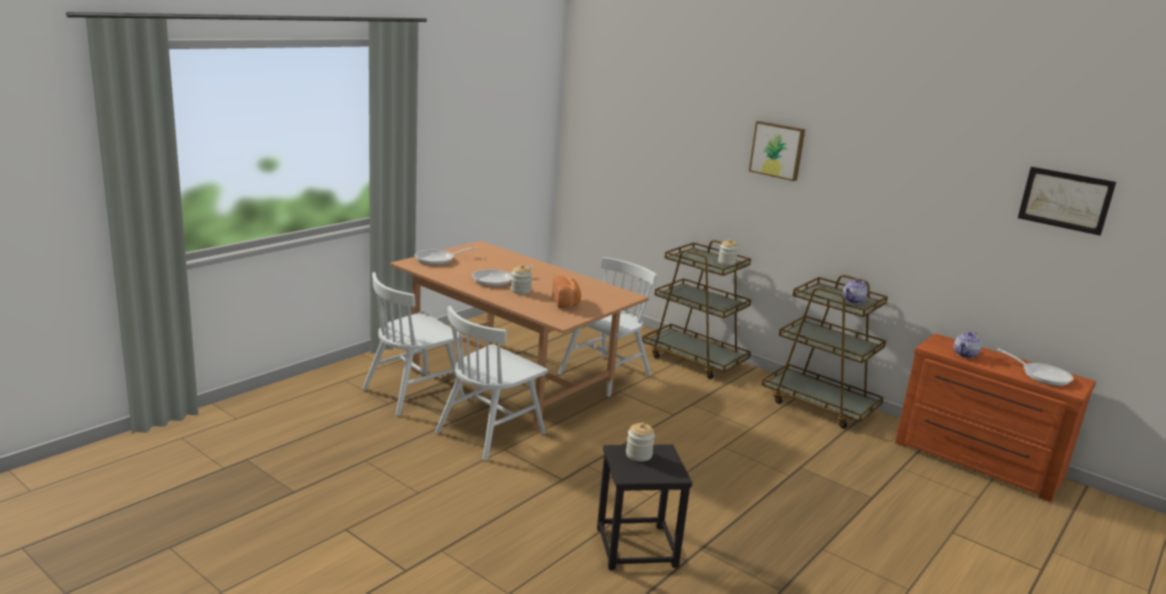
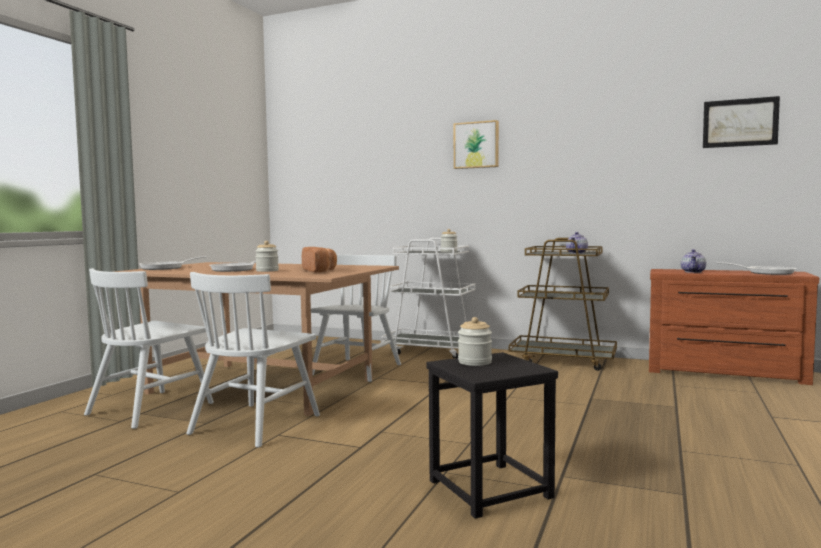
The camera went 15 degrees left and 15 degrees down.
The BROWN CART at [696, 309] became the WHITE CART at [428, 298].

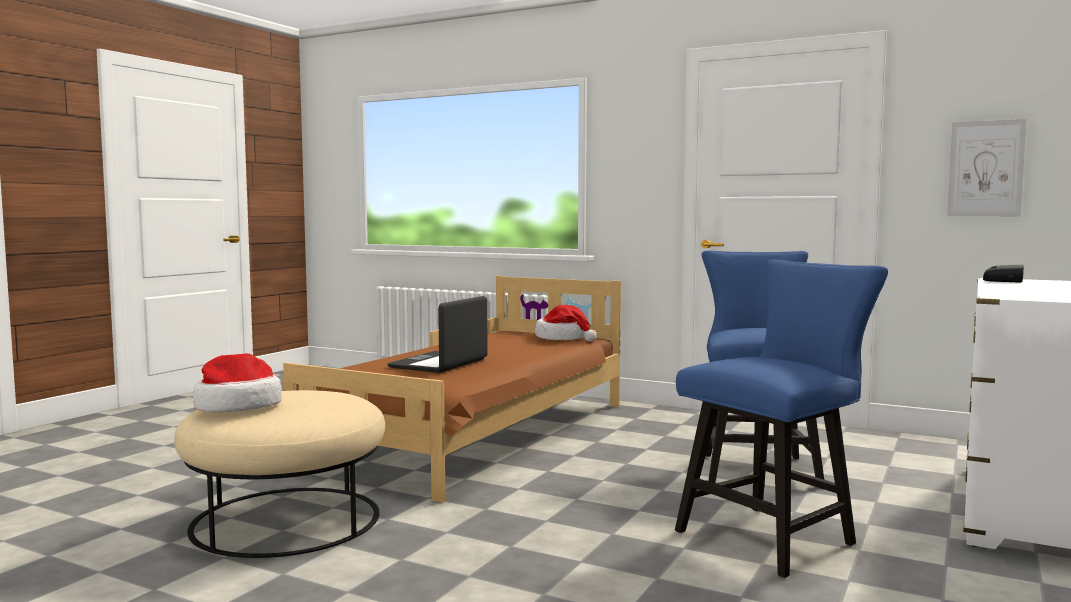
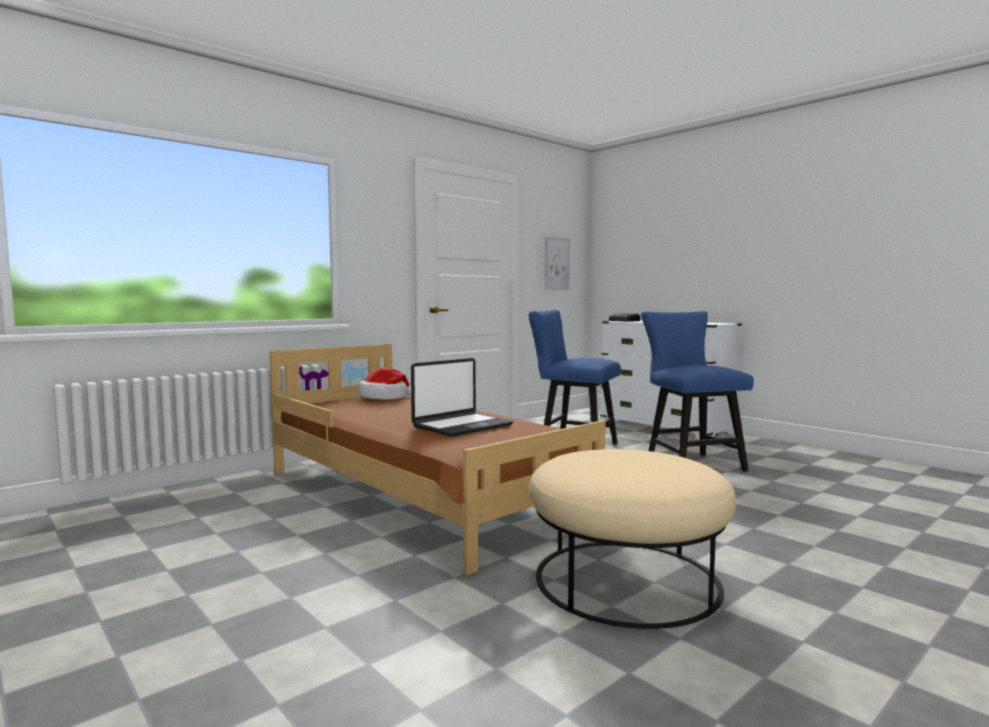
The camera went 70 degrees left and 0 degrees up.
The LAPTOP at [438, 334] turned 90 degrees counterclockwise.
The HAT at [237, 382] disappeared.

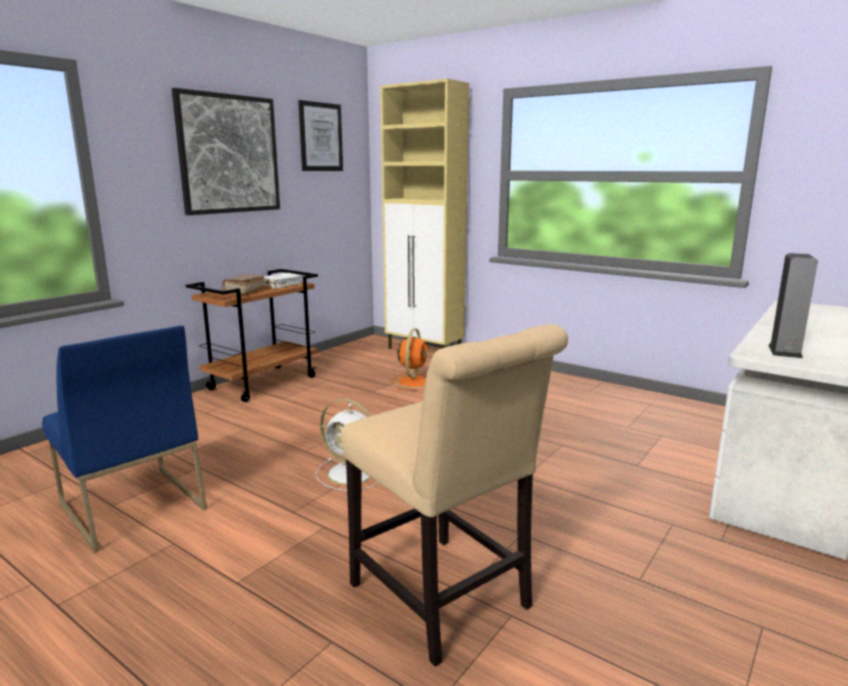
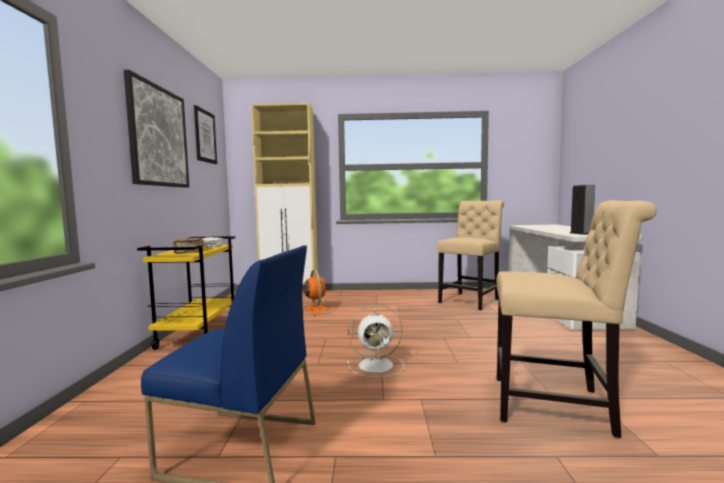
The camera went 35 degrees left and 10 degrees down.
The BROWN CART at [252, 335] became the YELLOW CART at [186, 292].
The BEIGE CHAIR at [470, 255] appeared.

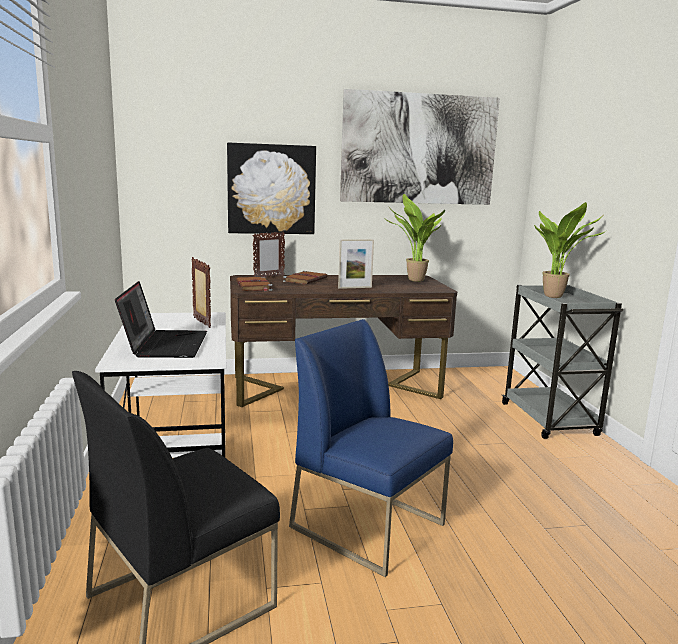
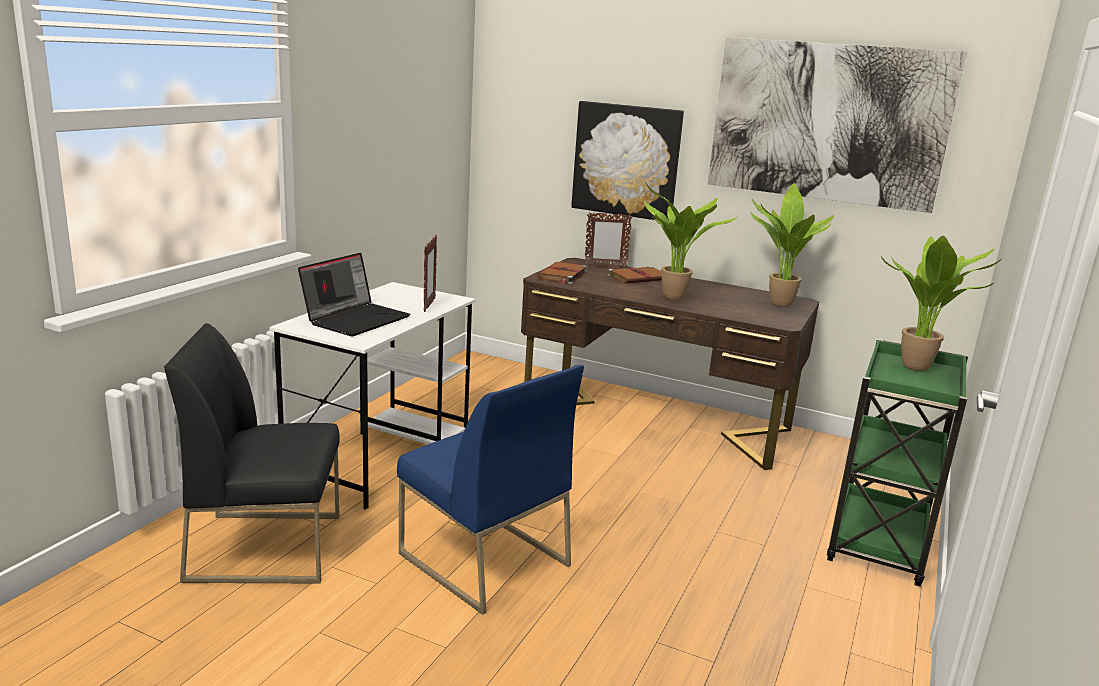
The camera went 35 degrees right and 5 degrees up.
The BLUE CHAIR at [371, 448] turned 150 degrees clockwise.
The PICTURE FRAME at [356, 264] was replaced by the POTTED PLANT at [690, 241].
The GREY CART at [562, 362] became the GREEN CART at [897, 463].

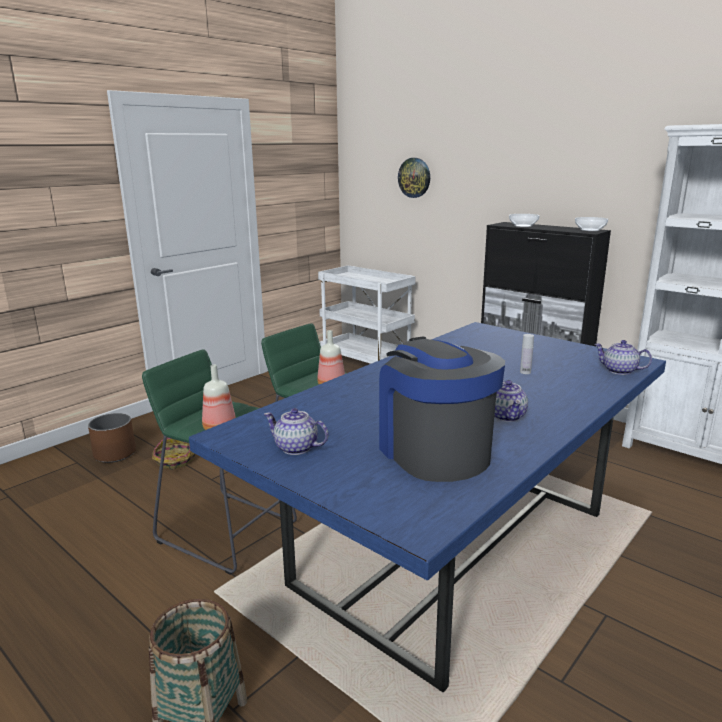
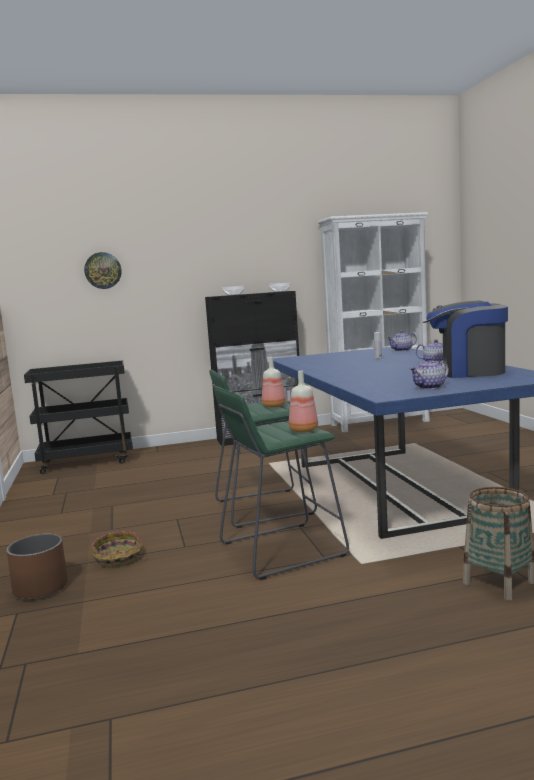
The camera went 55 degrees left and 10 degrees down.
The WHITE CART at [367, 314] became the BLACK CART at [78, 417].

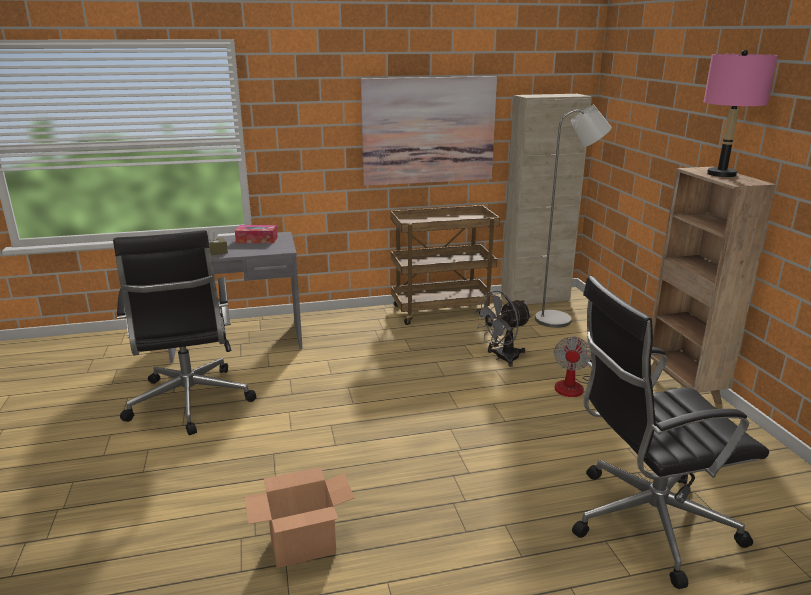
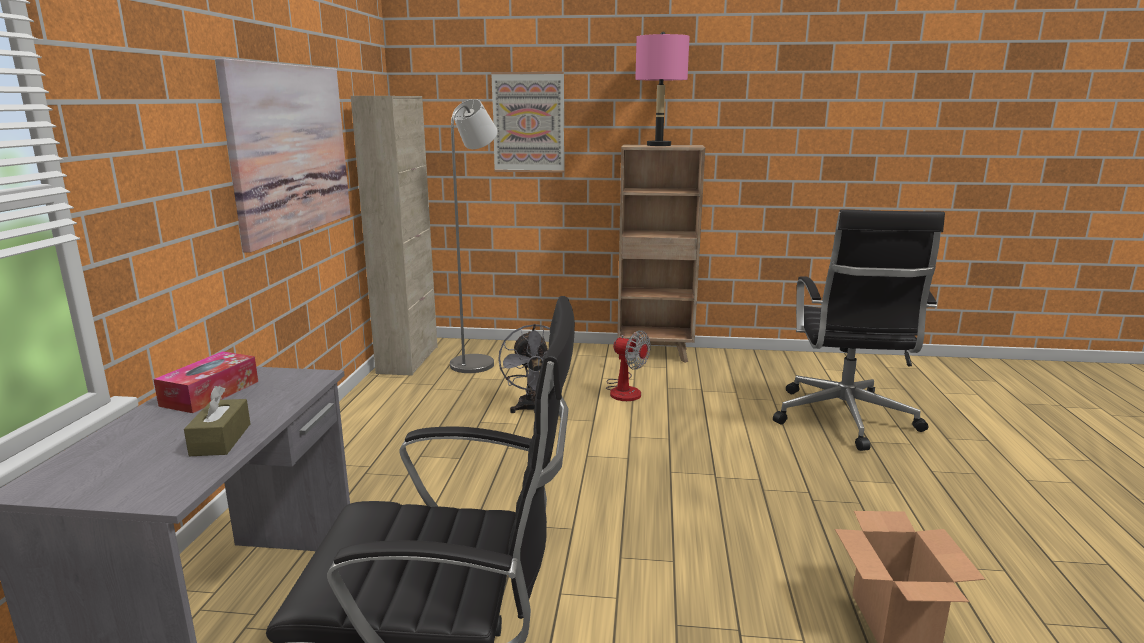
The camera went 70 degrees left and 5 degrees down.
The PICTURE at [527, 122] appeared.
The BROWN CART at [445, 265] disappeared.

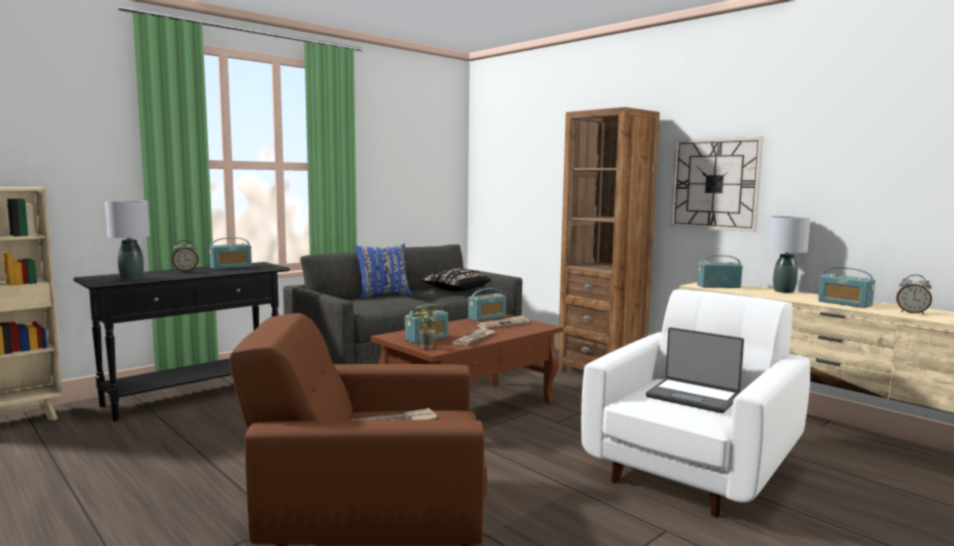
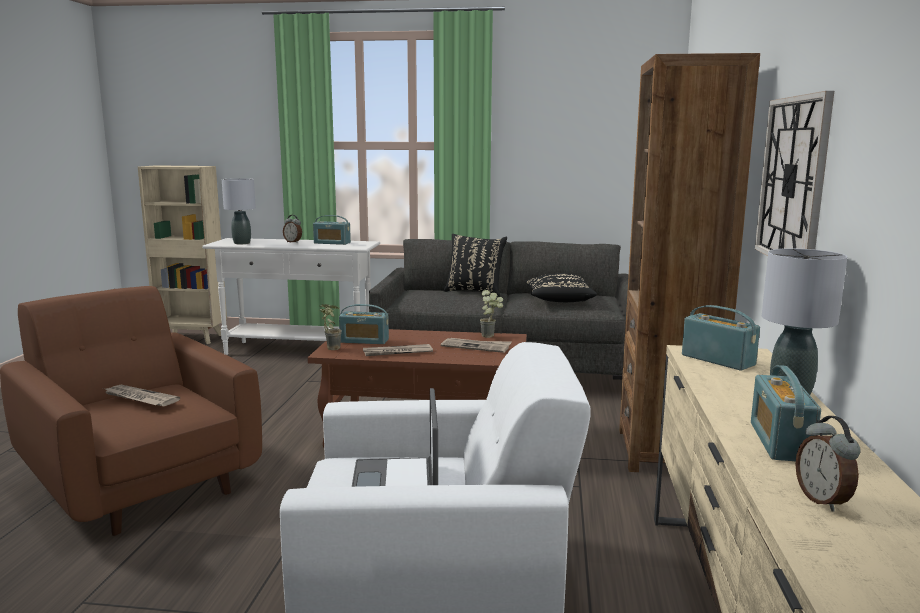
The camera went 50 degrees right and 5 degrees up.
The BLACK CONSOLE TABLE at [181, 341] became the WHITE CONSOLE TABLE at [291, 296].
The BLUE PILLOW at [383, 271] became the BLACK PILLOW at [475, 265].
The RADIO at [487, 304] was replaced by the POTTED PLANT at [491, 314].

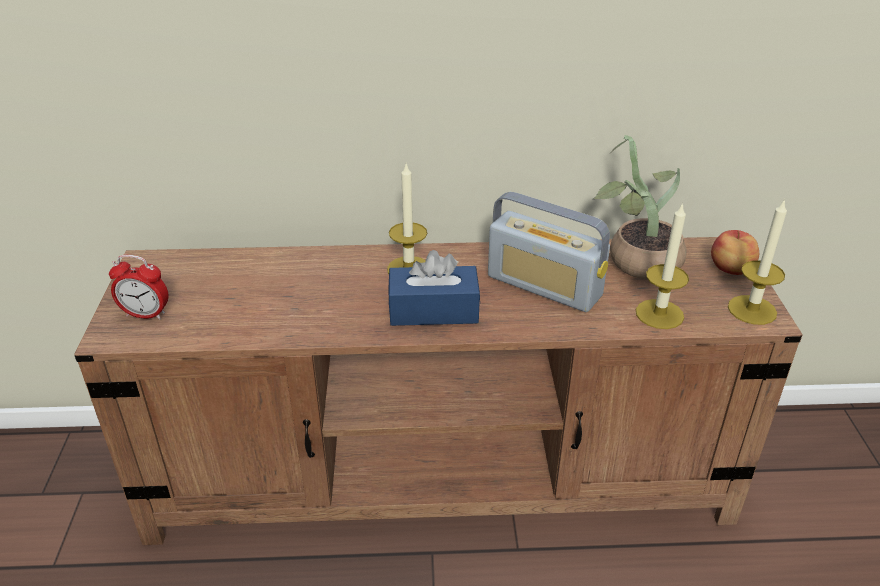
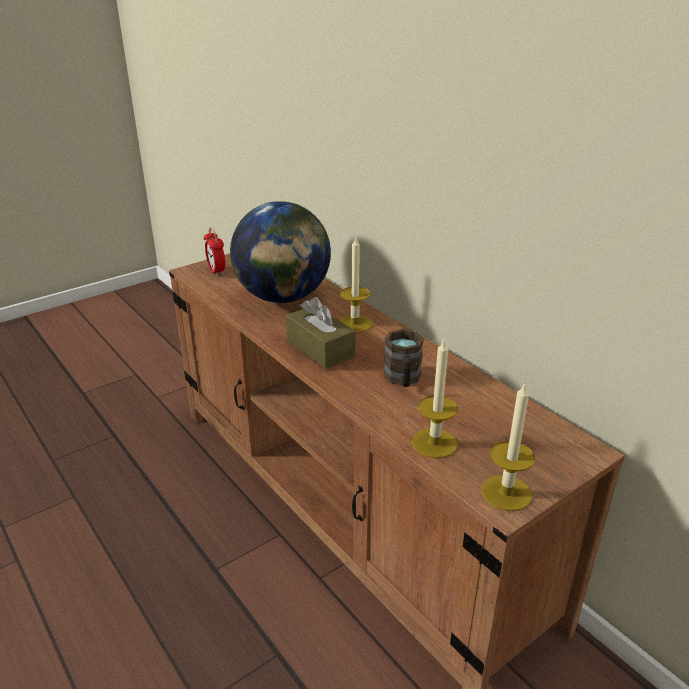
The camera went 55 degrees right and 5 degrees down.
The GLOBE at [280, 252] appeared.
The BLUE TISSUE BOX at [434, 288] became the BROWN TISSUE BOX at [321, 333].
The RADIO at [549, 252] was replaced by the BROWN MUG at [404, 358].
The POTTED PLANT at [640, 207] disappeared.
The APPLE at [735, 252] disappeared.

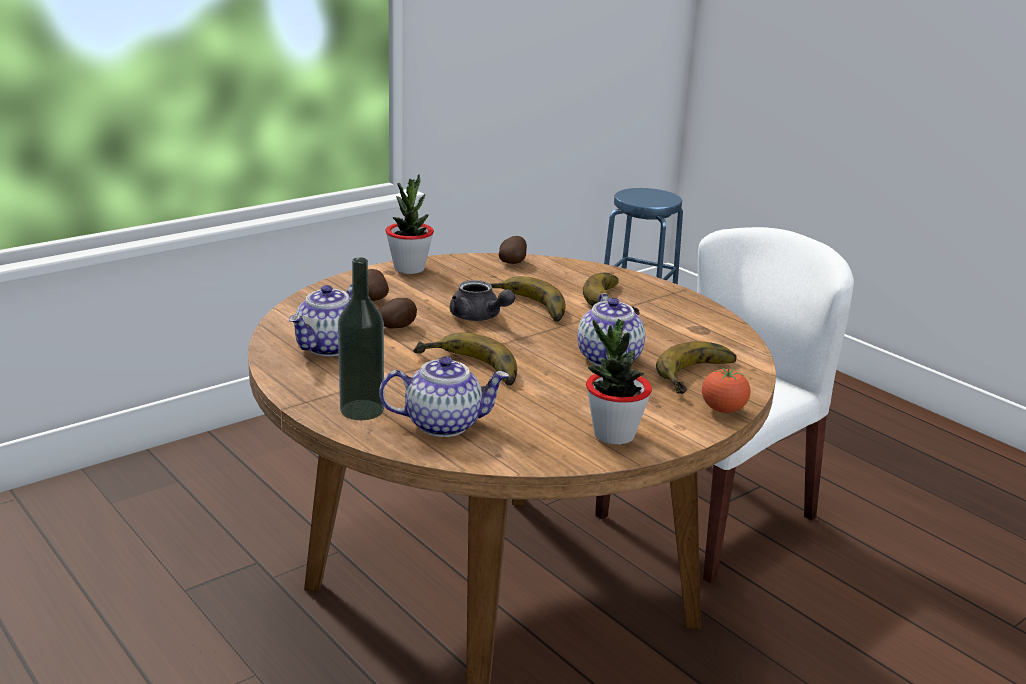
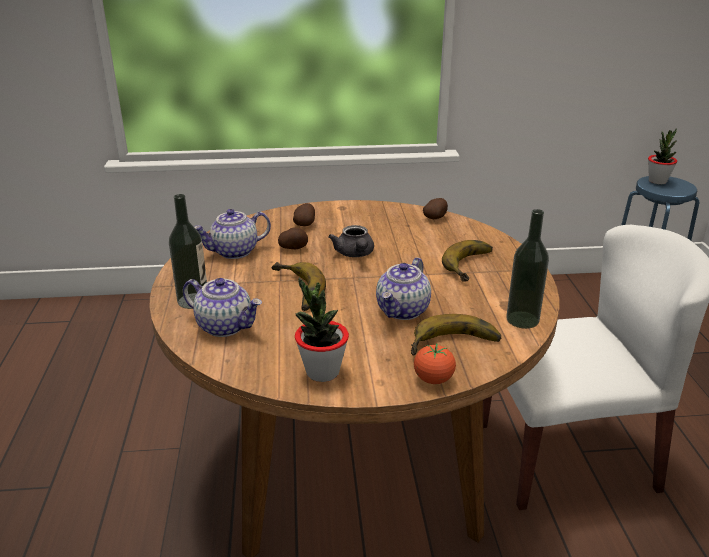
The camera went 35 degrees right and 5 degrees up.
The BOTTLE at [527, 269] appeared.
The POTTED PLANT moved from [409, 224] to [662, 156].
The BANANA at [525, 299] disappeared.

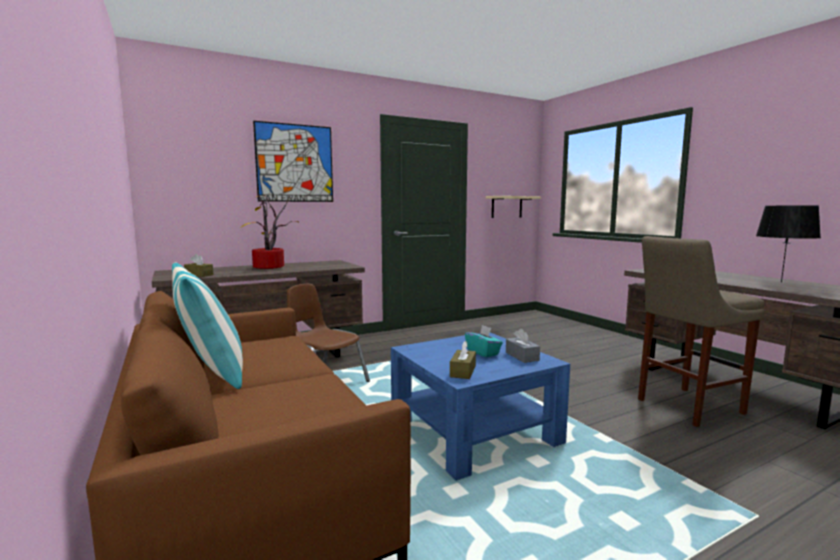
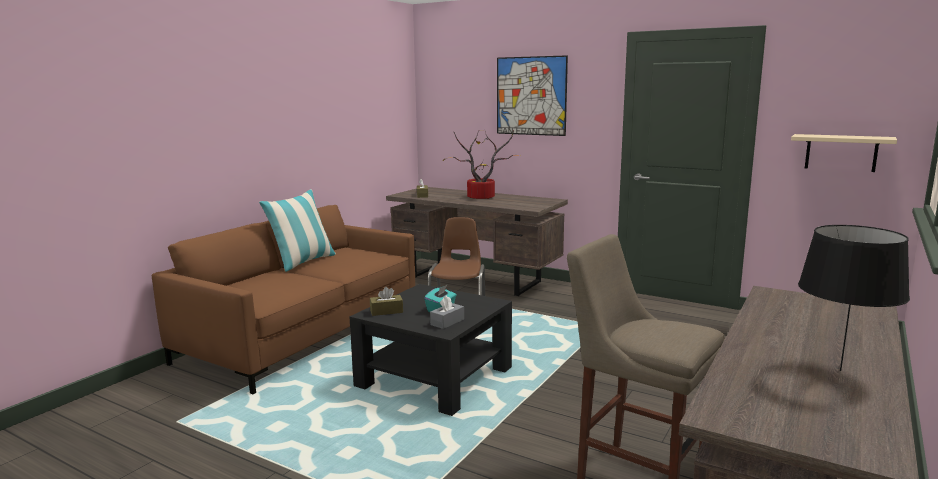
The camera went 60 degrees right and 5 degrees up.
The BLUE COFFEE TABLE at [480, 407] became the BLACK COFFEE TABLE at [430, 350].

